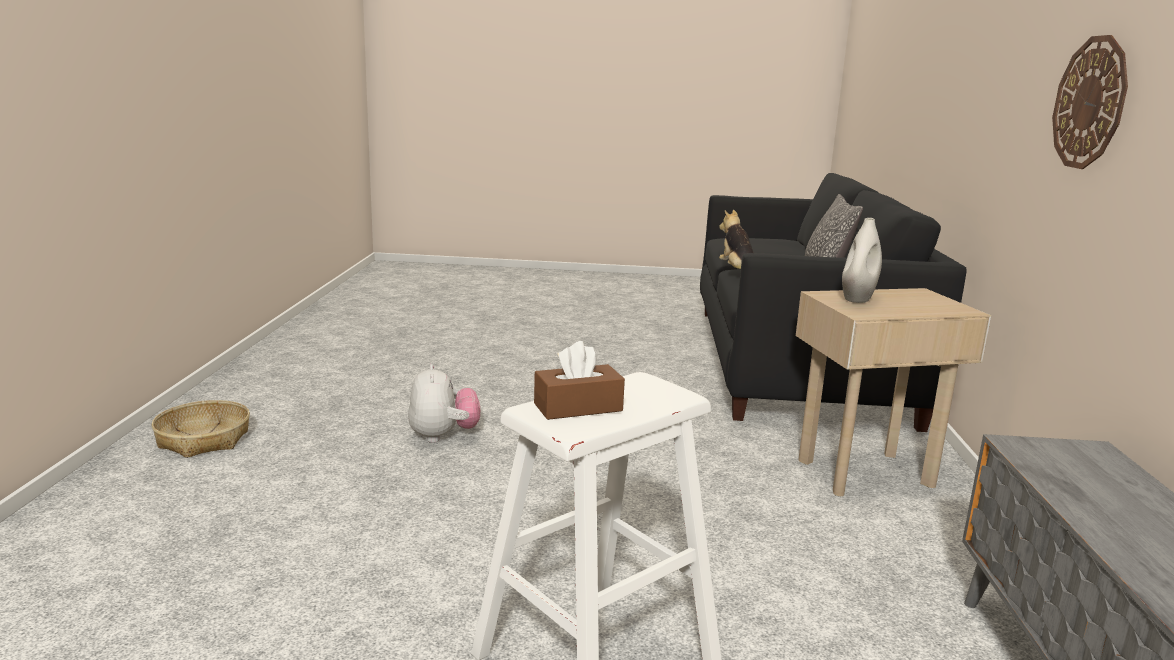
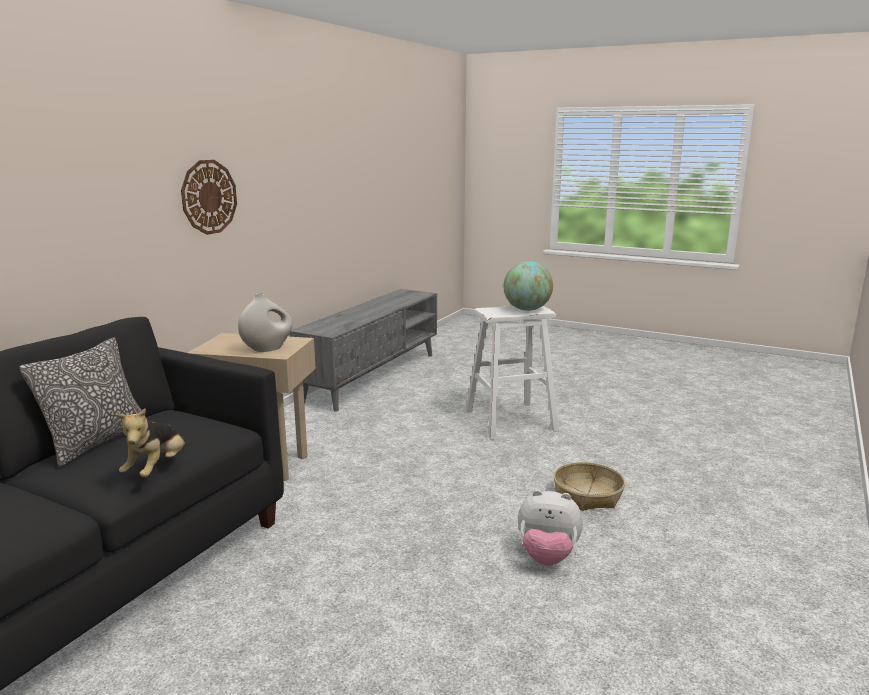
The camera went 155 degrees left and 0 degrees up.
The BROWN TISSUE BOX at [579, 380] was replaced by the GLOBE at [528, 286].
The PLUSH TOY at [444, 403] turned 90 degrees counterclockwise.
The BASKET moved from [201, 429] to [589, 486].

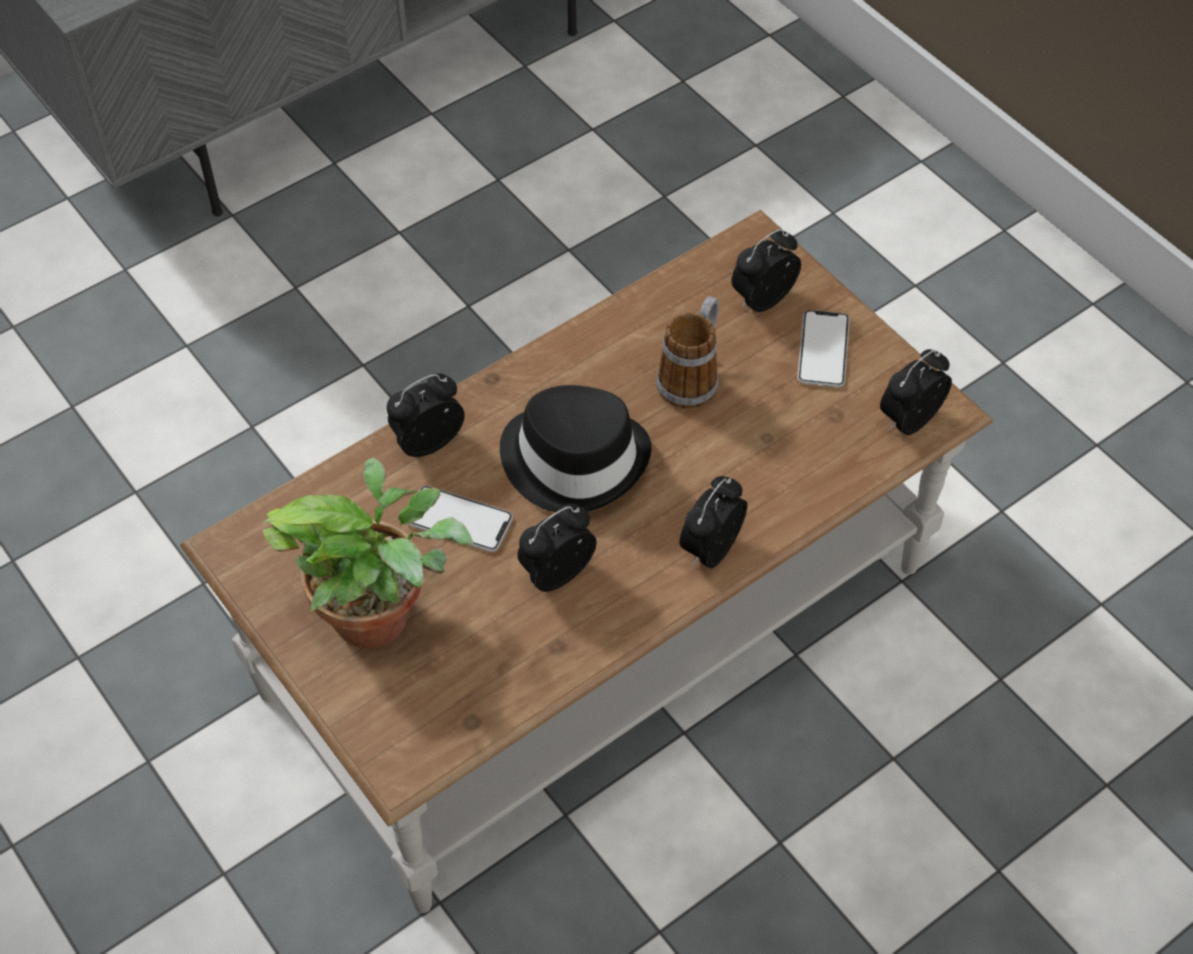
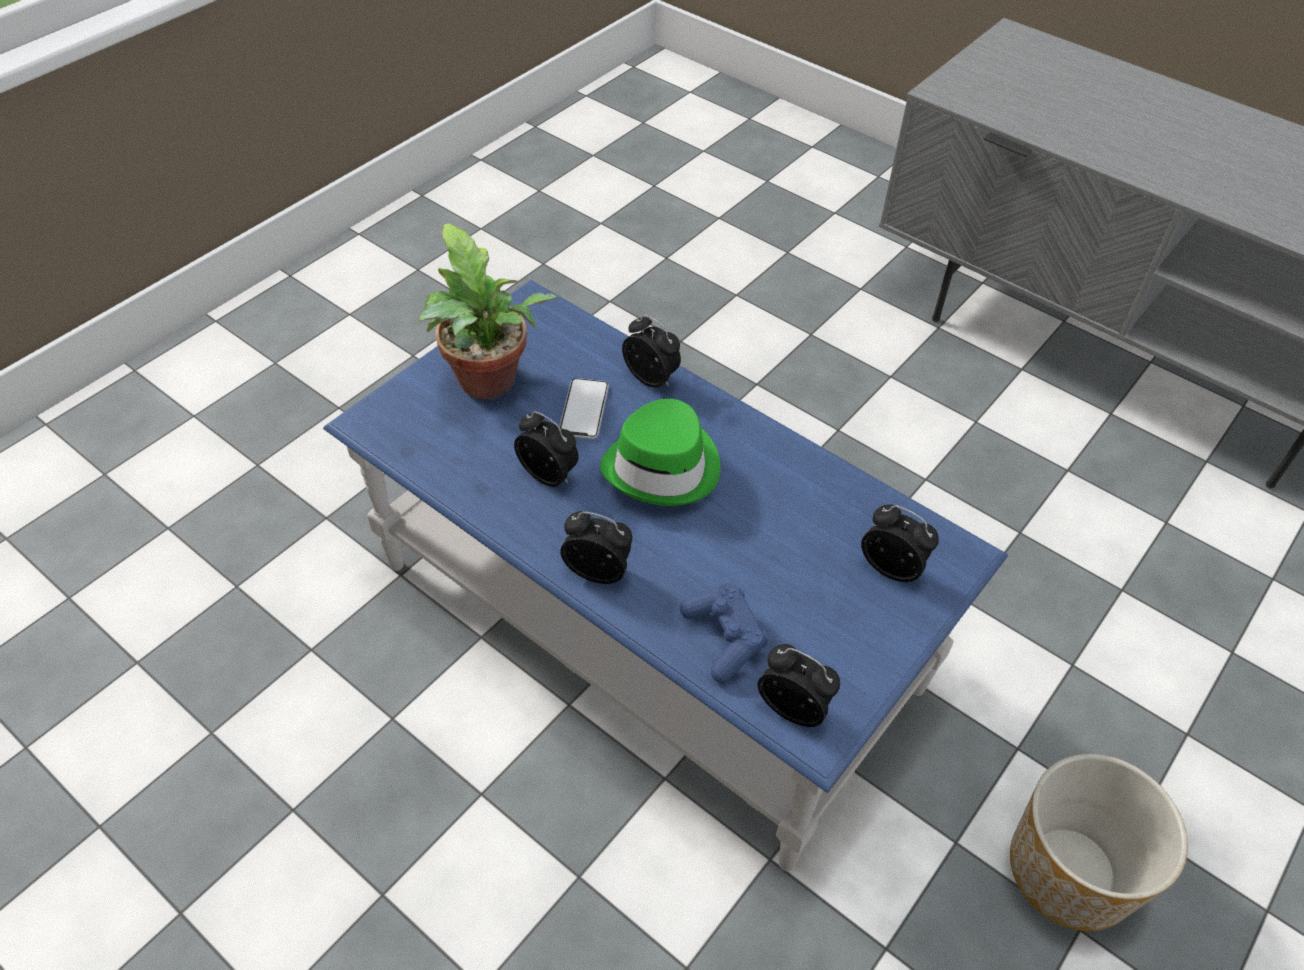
The camera went 75 degrees right and 5 degrees down.
The BROWN COFFEE TABLE at [586, 561] became the BLUE COFFEE TABLE at [665, 575].
The BLACK HAT at [575, 448] became the GREEN HAT at [660, 452].
The BLUE GAME CONTROLLER at [724, 633] appeared.
The PLANTER at [1099, 842] appeared.
The MUG at [687, 352] disappeared.
The PHONE at [823, 348] disappeared.

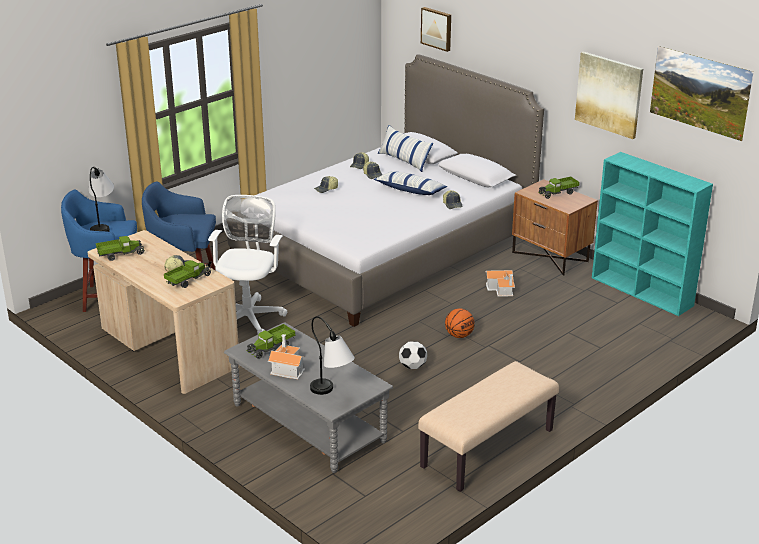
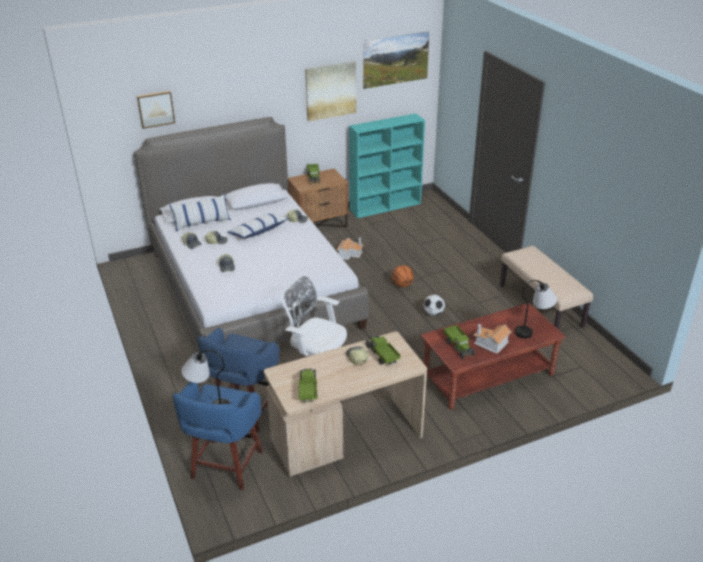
The camera went 70 degrees left and 5 degrees up.
The GREY COFFEE TABLE at [308, 397] became the BROWN COFFEE TABLE at [493, 356].

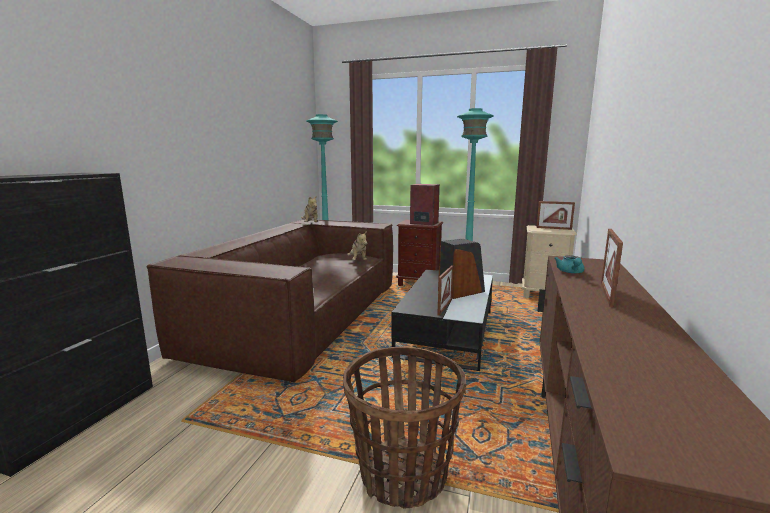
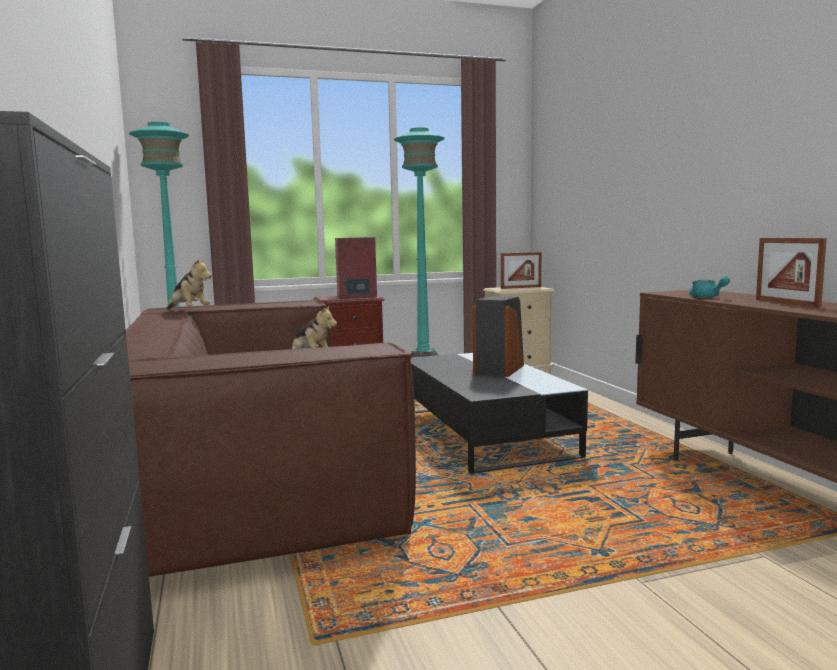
The camera went 35 degrees left and 5 degrees down.
The BASKET at [404, 427] disappeared.
The PICTURE FRAME at [445, 290] disappeared.

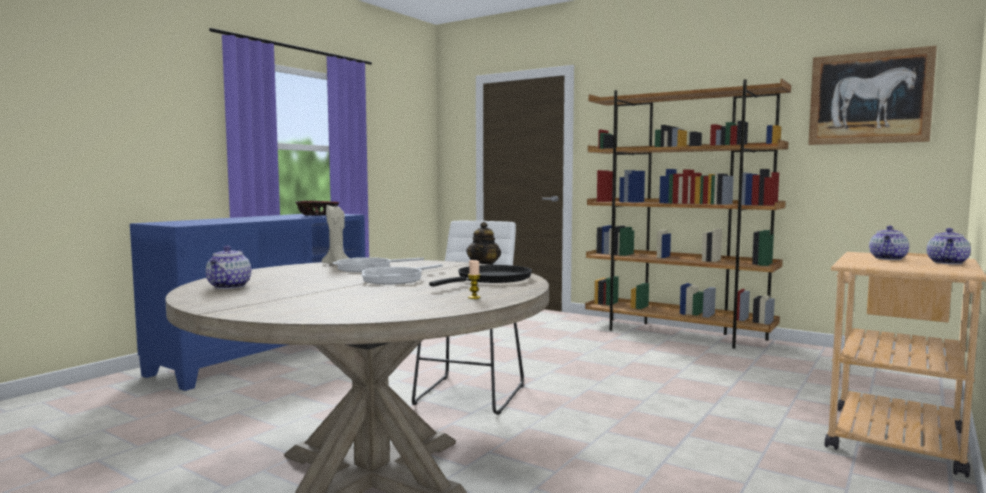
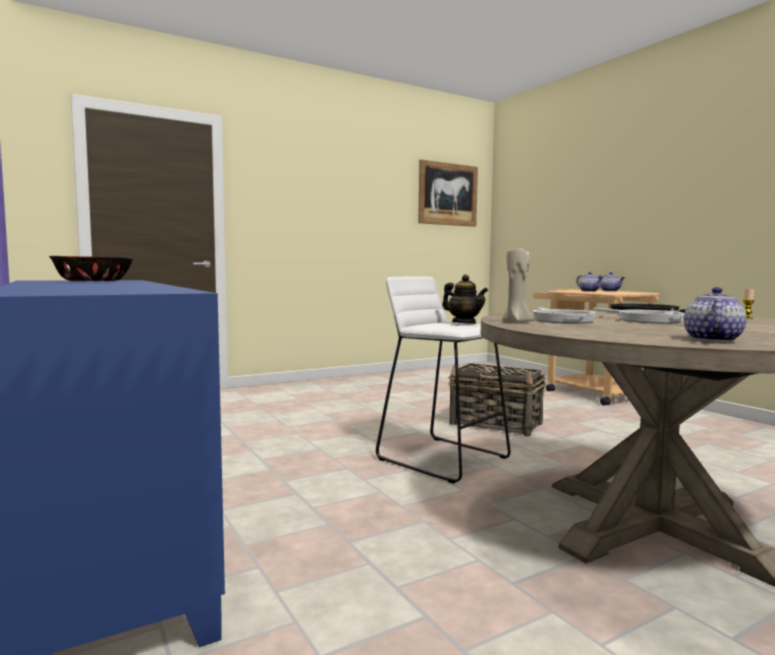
The camera went 65 degrees left and 0 degrees up.
The BASKET at [497, 400] appeared.
The TEAPOT at [228, 267] turned 90 degrees counterclockwise.
The BROWN BOOKCASE at [688, 214] disappeared.

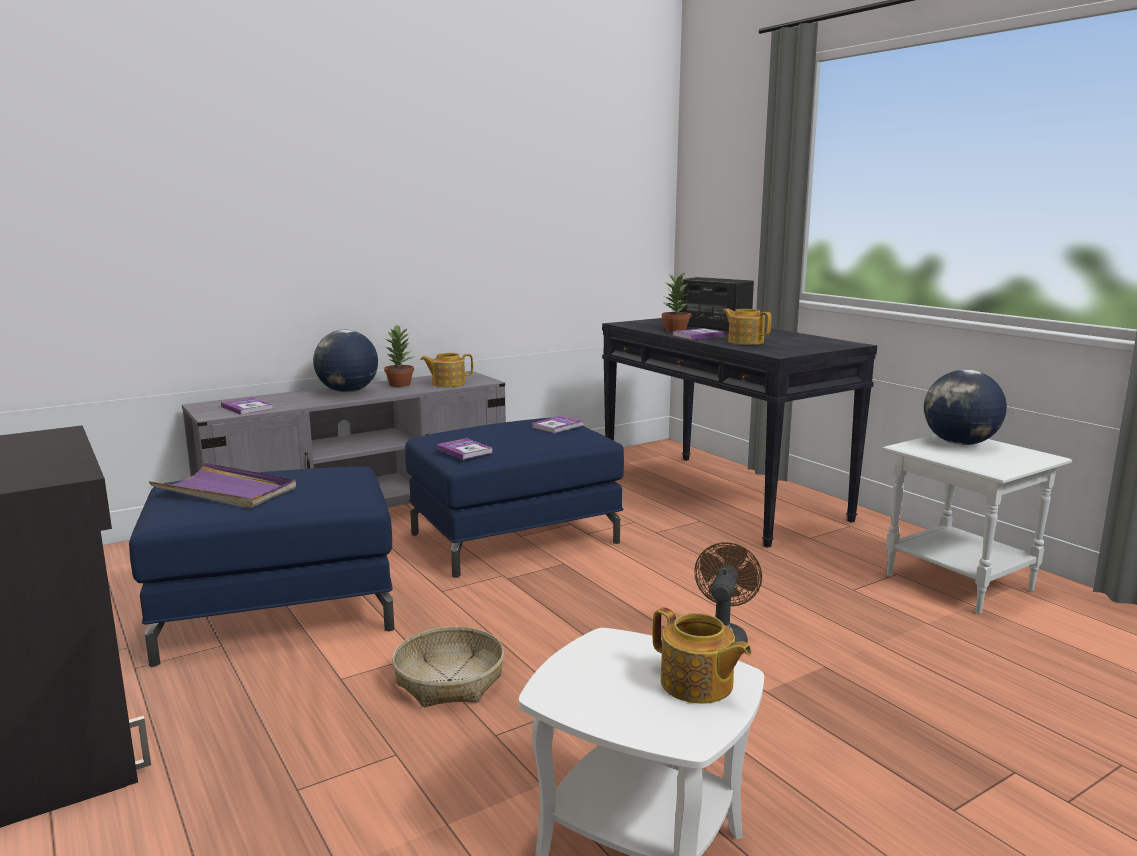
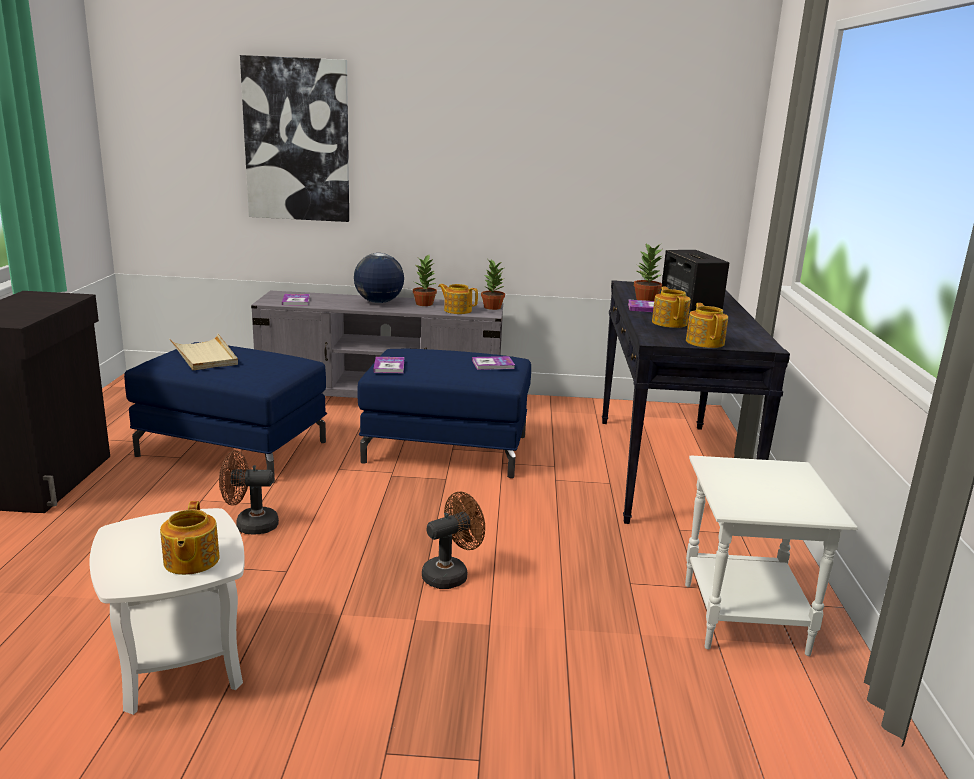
The camera went 35 degrees right and 5 degrees up.
The PURPLE TRAY at [222, 485] became the BEIGE TRAY at [204, 352].
The BASKET at [448, 667] was replaced by the BROWN FAN at [249, 492].
The PICTURE at [294, 138] appeared.
The POTTED PLANT at [493, 284] appeared.
The TEAPOT at [707, 325] appeared.
The GLOBE at [965, 407] disappeared.

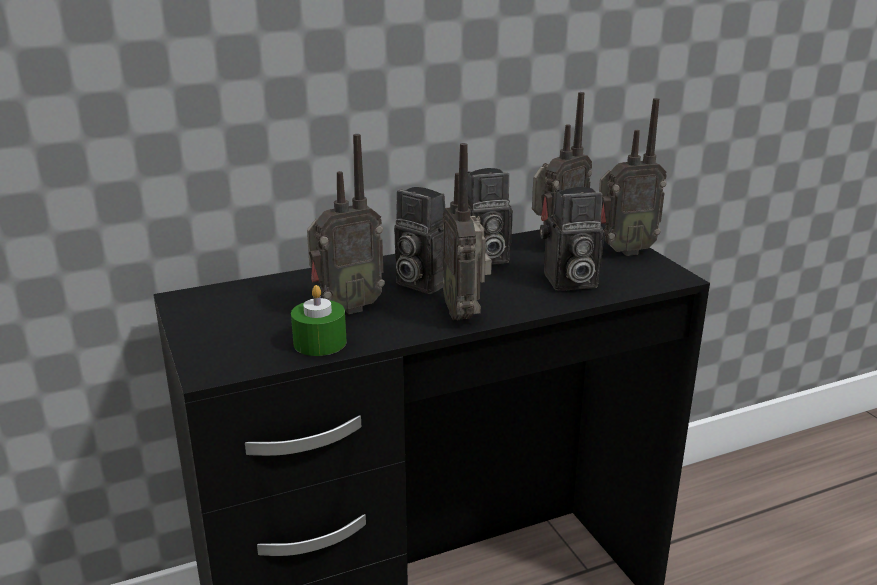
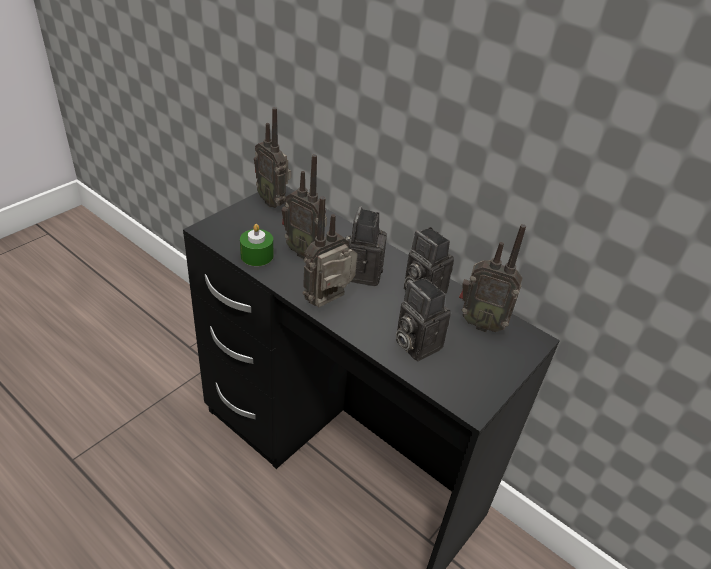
The camera went 60 degrees right and 15 degrees up.
The RADIO moved from [633, 177] to [272, 157].

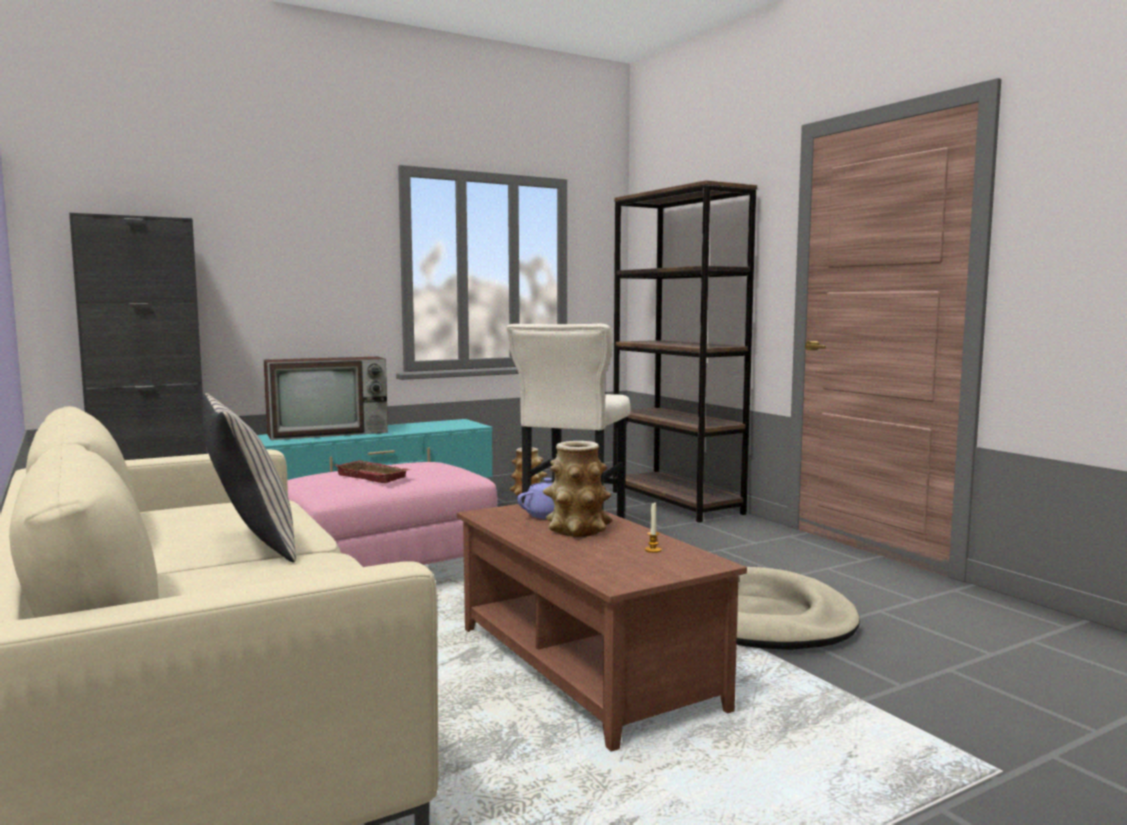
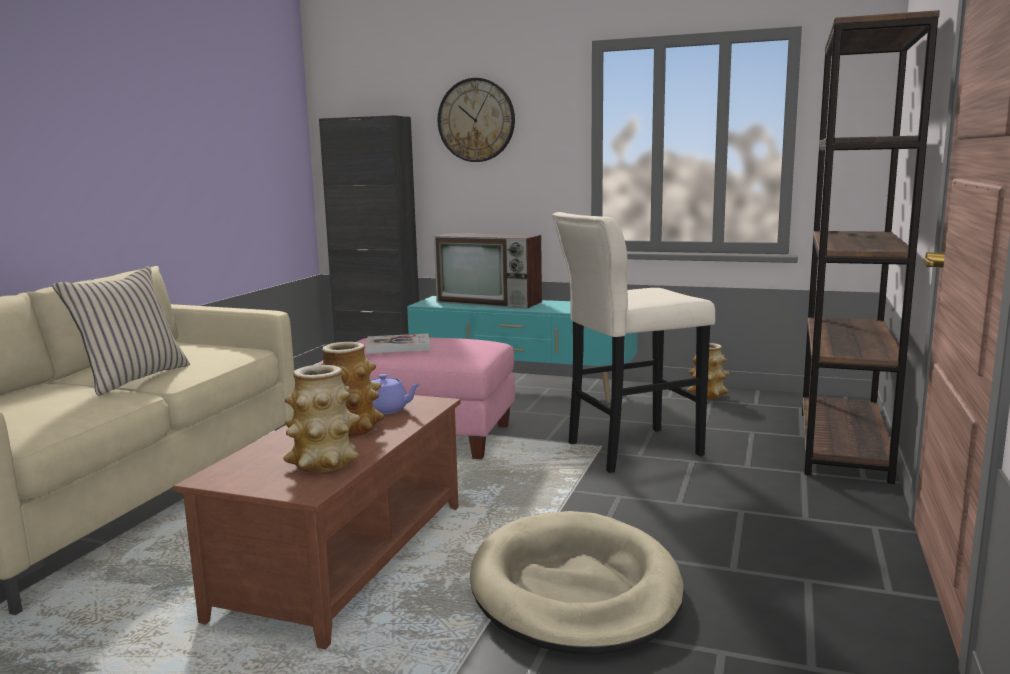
The camera went 50 degrees right and 5 degrees up.
The CANDLE at [653, 528] was replaced by the VASE at [321, 419].
The RED TRAY at [372, 471] was replaced by the BOOK at [398, 344].
The WALL CLOCK at [476, 120] appeared.

